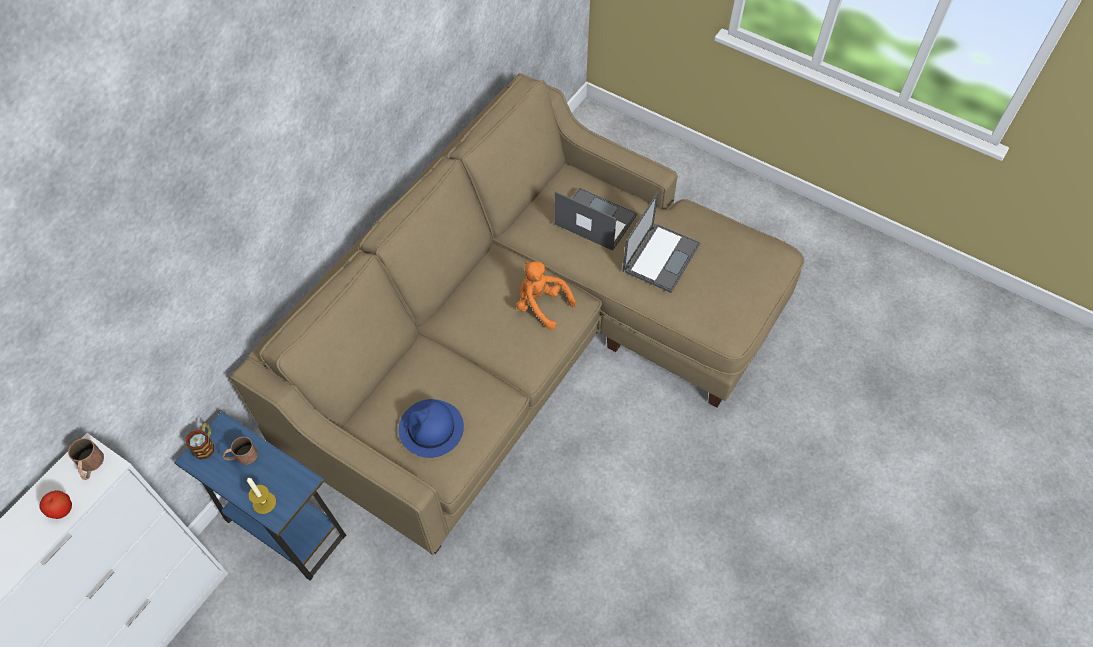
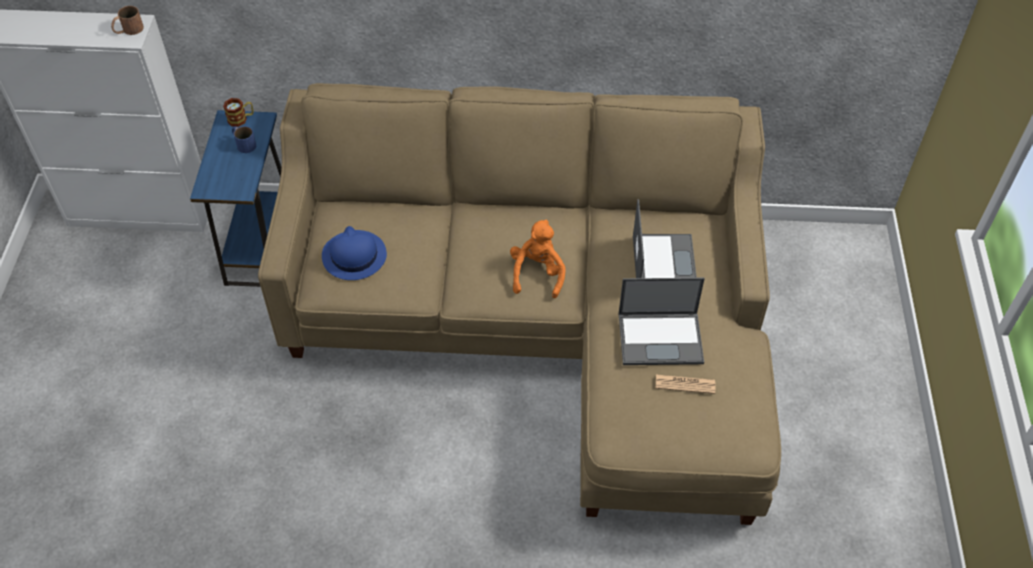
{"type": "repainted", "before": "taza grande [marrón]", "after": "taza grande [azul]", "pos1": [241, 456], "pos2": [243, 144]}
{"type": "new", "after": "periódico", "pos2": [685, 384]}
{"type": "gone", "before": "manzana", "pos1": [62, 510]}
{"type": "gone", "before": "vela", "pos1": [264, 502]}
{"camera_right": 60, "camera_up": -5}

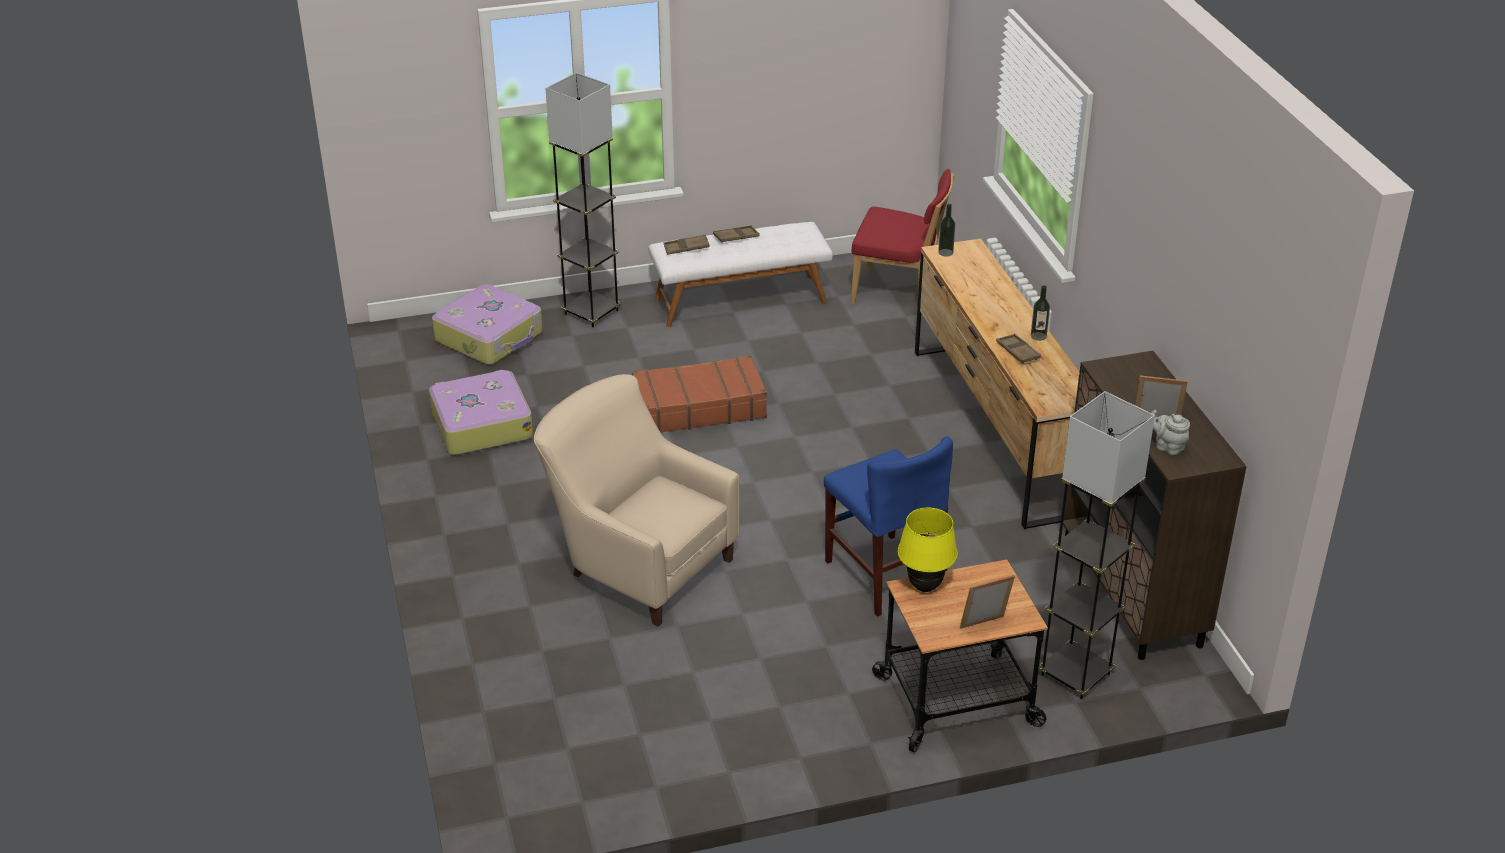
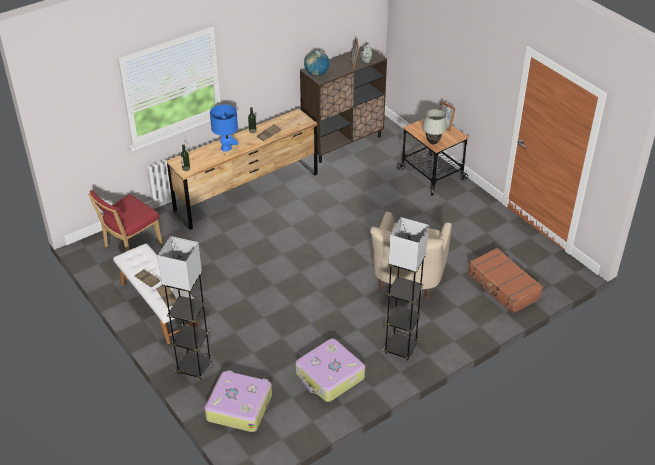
{"type": "rotated", "before": "silla [rojo]", "pos1": [899, 293], "pos2": [130, 246], "turn": -135}
{"type": "new", "after": "lámpara de mesa [azul]", "pos2": [226, 148]}
{"type": "new", "after": "globo terráqueo", "pos2": [316, 74]}
{"type": "shifted", "before": "lámpara de pie [gris]", "pos1": [1075, 674], "pos2": [400, 348]}
{"type": "repainted", "before": "lámpara de mesa [amarillo]", "after": "lámpara de mesa [blanco]", "pos1": [924, 587], "pos2": [433, 142]}
{"type": "shifted", "before": "maleta [marrón]", "pos1": [698, 407], "pos2": [503, 287]}
{"type": "gone", "before": "silla [azul]", "pos1": [885, 574]}
{"camera_right": -110, "camera_up": 5}

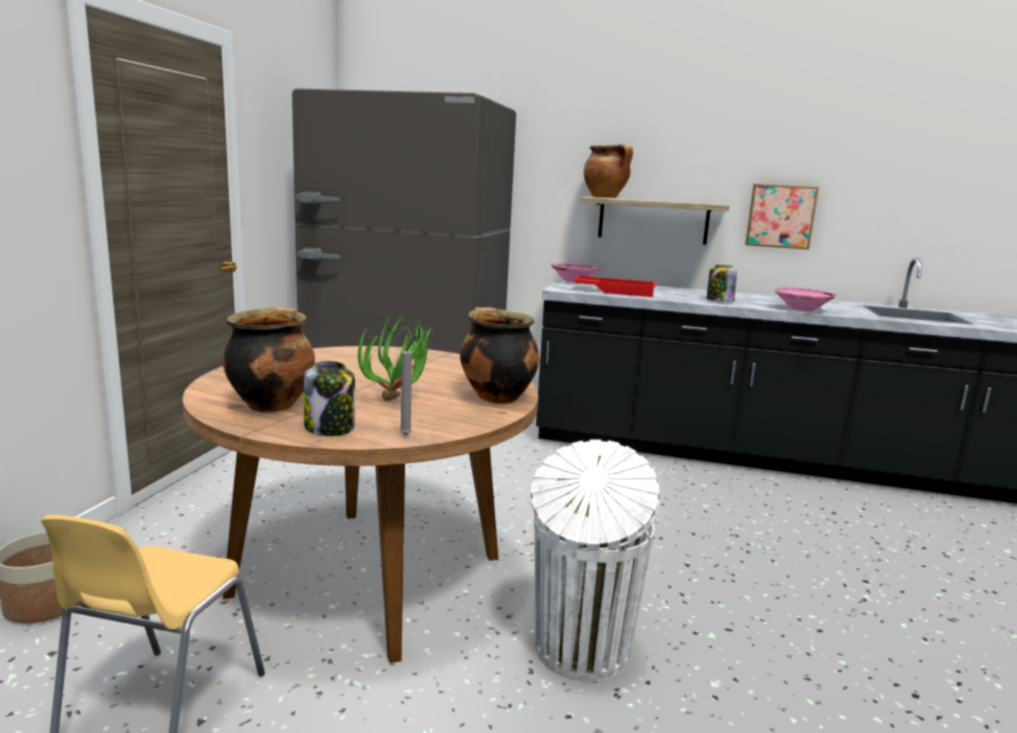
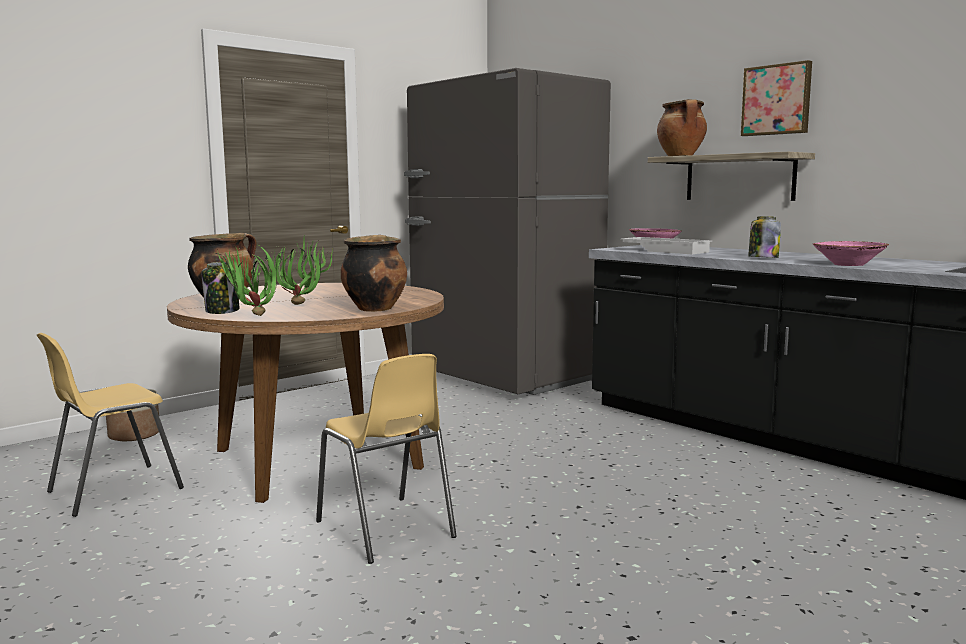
{"type": "swapped", "before": "vela [gris]", "after": "planta en maceta", "pos1": [405, 436], "pos2": [252, 317]}
{"type": "swapped", "before": "papelera [blanco]", "after": "silla [amarillo]", "pos1": [581, 651], "pos2": [386, 530]}
{"type": "repainted", "before": "bandeja [rojo]", "after": "bandeja [blanco]", "pos1": [615, 291], "pos2": [666, 251]}
{"type": "shifted", "before": "cuadro", "pos1": [780, 216], "pos2": [777, 100]}
{"camera_right": 35, "camera_up": -5}

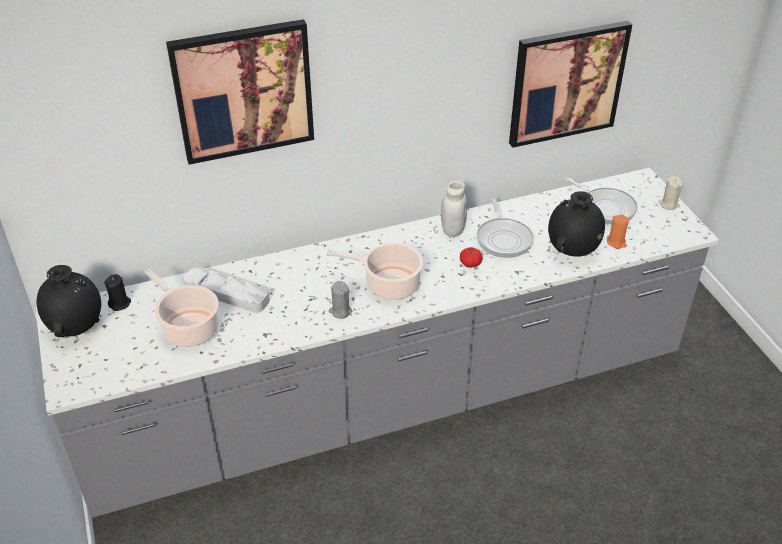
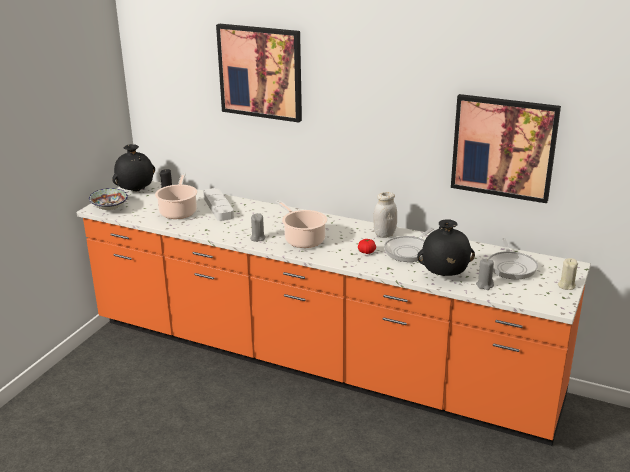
{"type": "repainted", "before": "mueble bajo de cocina [gris]", "after": "mueble bajo de cocina [naranja]", "pos1": [391, 403], "pos2": [316, 362]}
{"type": "new", "after": "cuenco", "pos2": [110, 208]}
{"type": "repainted", "before": "vela [naranja]", "after": "vela [gris]", "pos1": [616, 242], "pos2": [485, 285]}
{"camera_right": 45, "camera_up": -15}

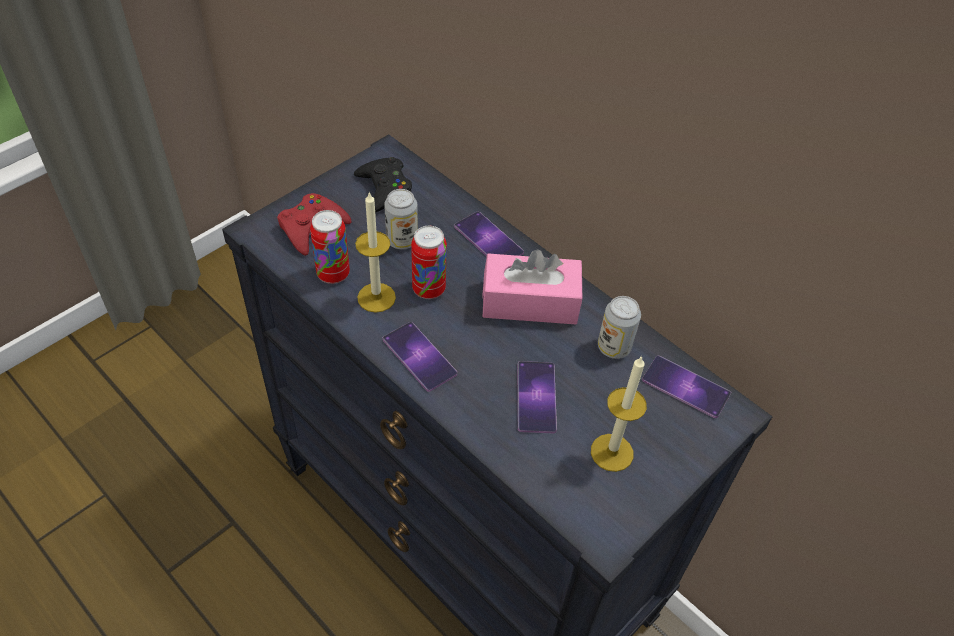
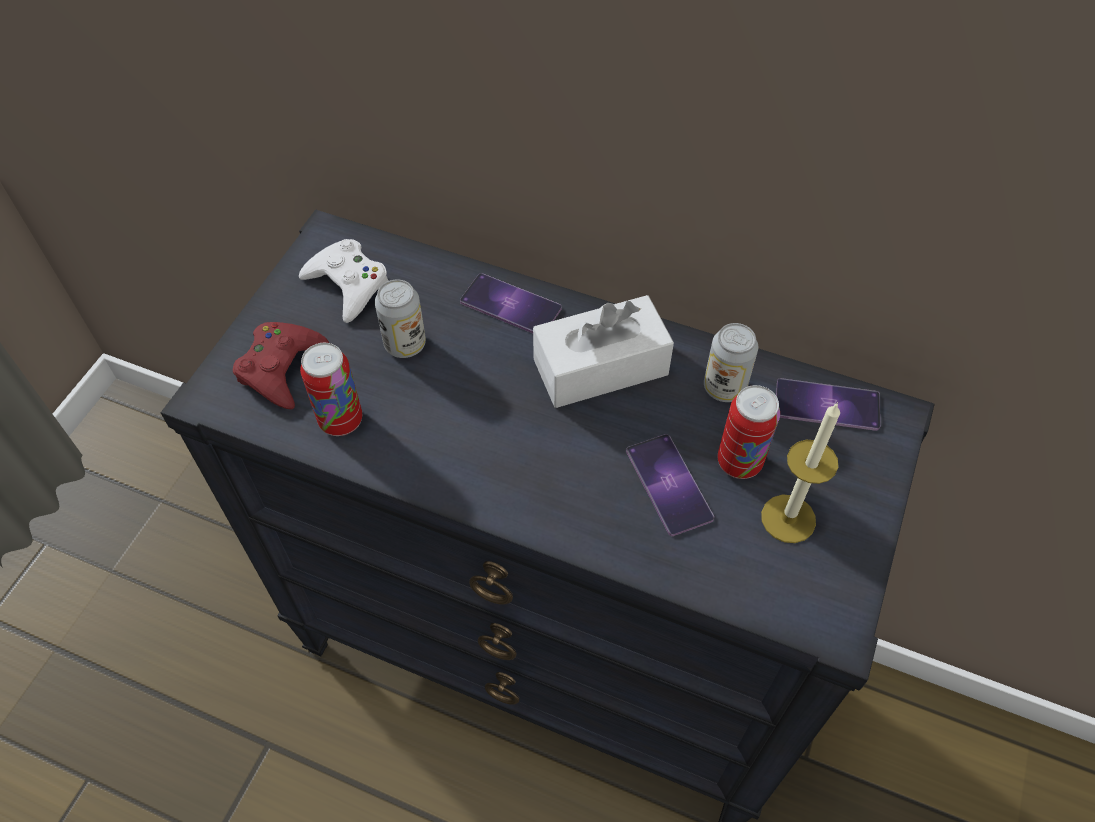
{"type": "repainted", "before": "mando de consola [negro]", "after": "mando de consola [blanco]", "pos1": [384, 189], "pos2": [348, 285]}
{"type": "repainted", "before": "caja de pañuelos [rosa]", "after": "caja de pañuelos [blanco]", "pos1": [530, 302], "pos2": [600, 367]}
{"type": "shifted", "before": "lata", "pos1": [429, 289], "pos2": [739, 462]}
{"type": "gone", "before": "vela", "pos1": [376, 297]}
{"type": "gone", "before": "móvil", "pos1": [419, 356]}
{"camera_right": -20, "camera_up": 5}

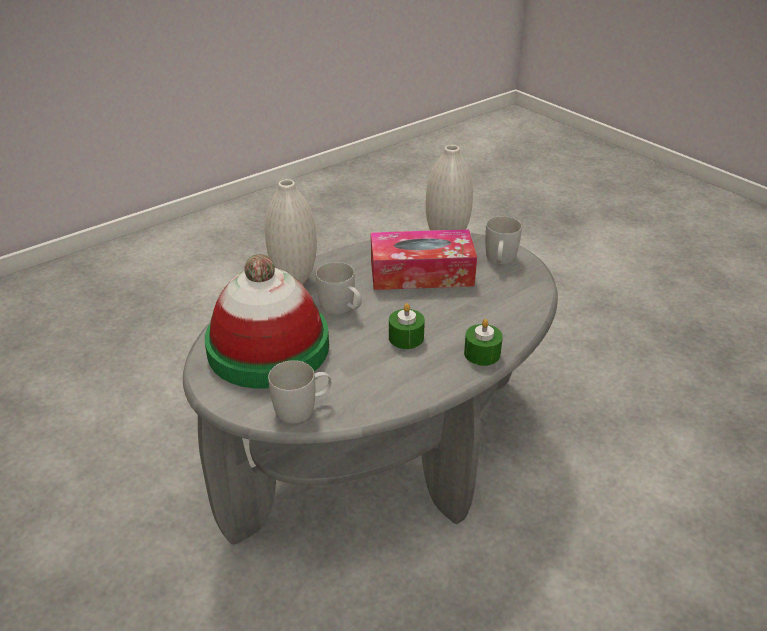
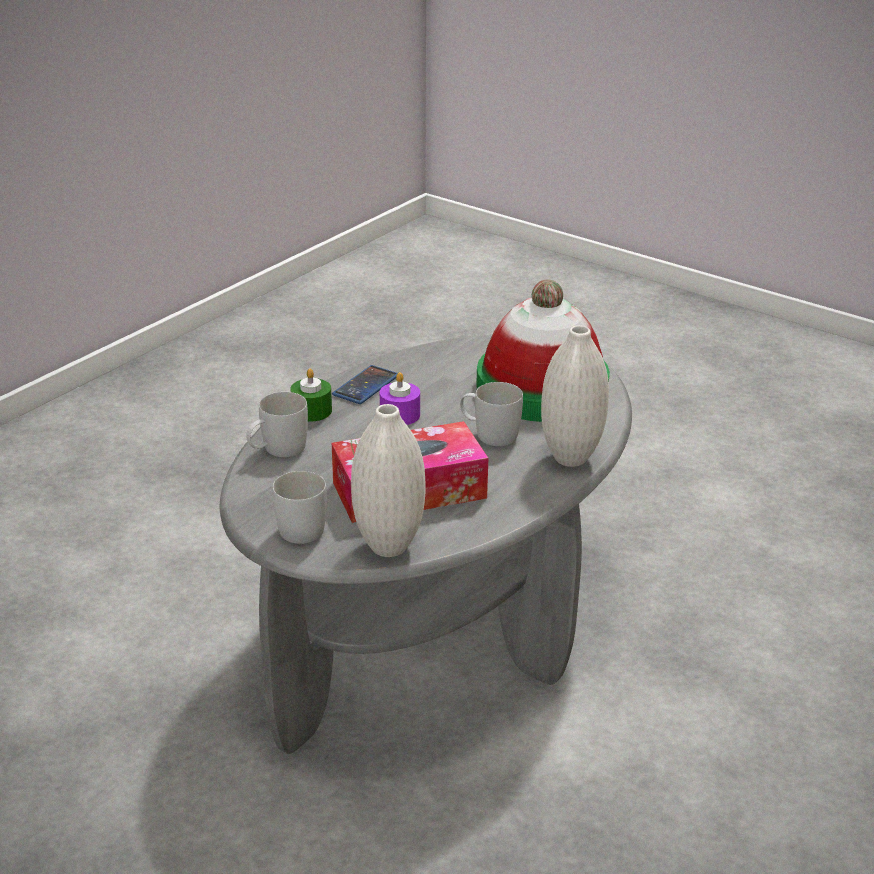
{"type": "shifted", "before": "taza grande [blanco]", "pos1": [303, 408], "pos2": [277, 450]}
{"type": "new", "after": "móvil", "pos2": [366, 385]}
{"type": "repainted", "before": "vela [verde]", "after": "vela [morado]", "pos1": [406, 338], "pos2": [400, 415]}
{"camera_right": 165, "camera_up": -5}

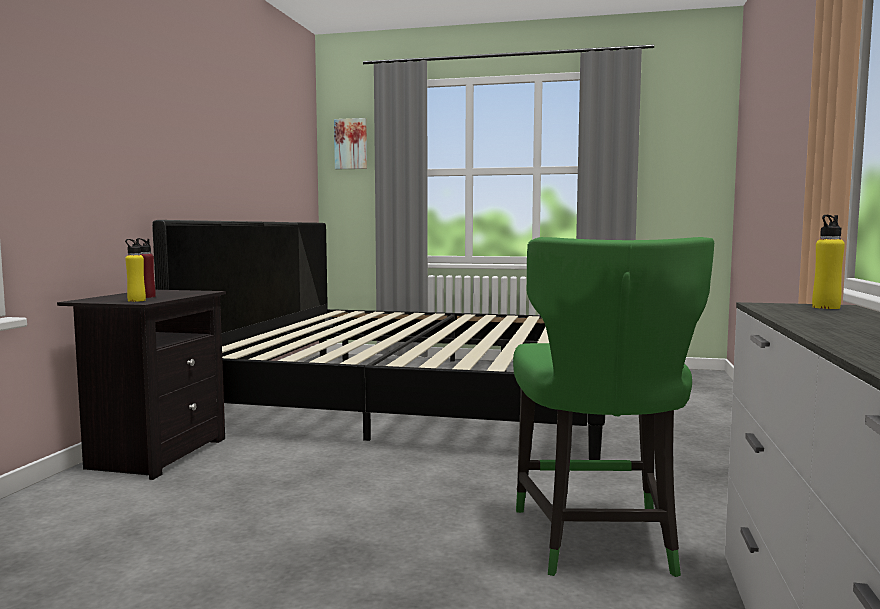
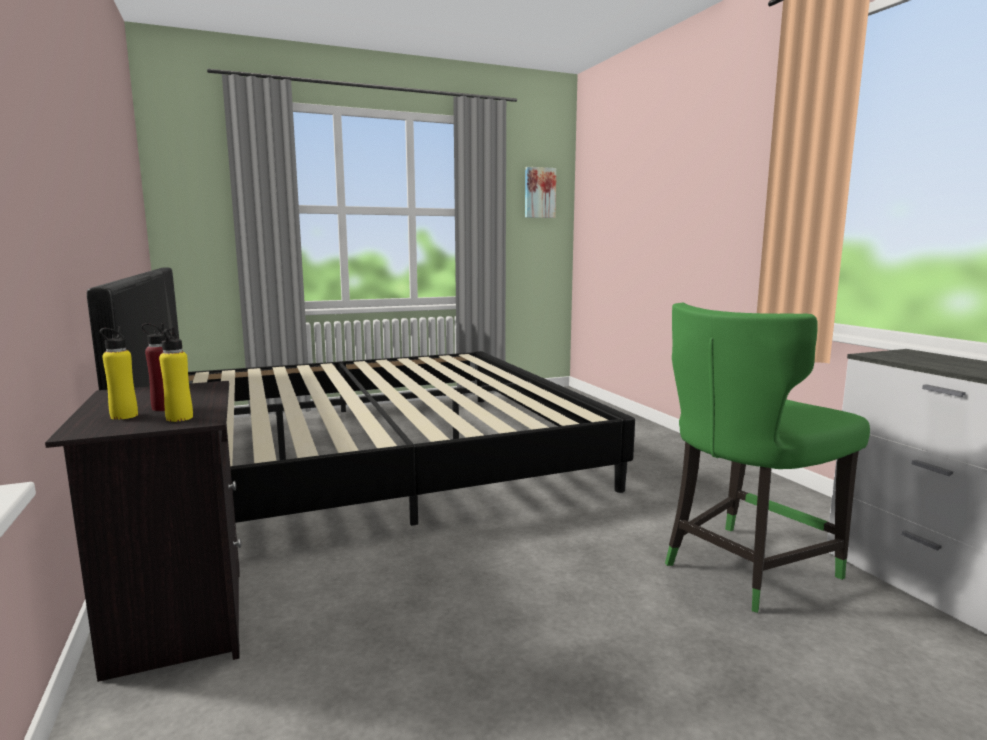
{"type": "shifted", "before": "botella [amarillo]", "pos1": [825, 307], "pos2": [124, 416]}
{"type": "shifted", "before": "cuadro", "pos1": [351, 144], "pos2": [539, 193]}
{"type": "rotated", "before": "silla [verde]", "pos1": [597, 542], "pos2": [744, 568], "turn": 90}
{"camera_right": -35, "camera_up": 5}

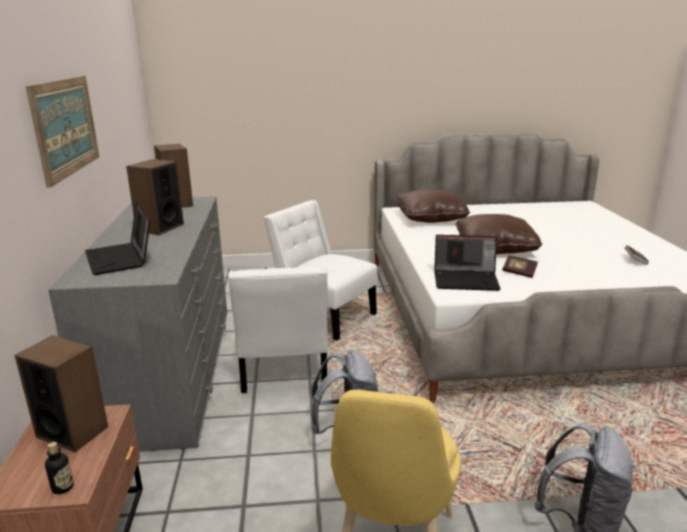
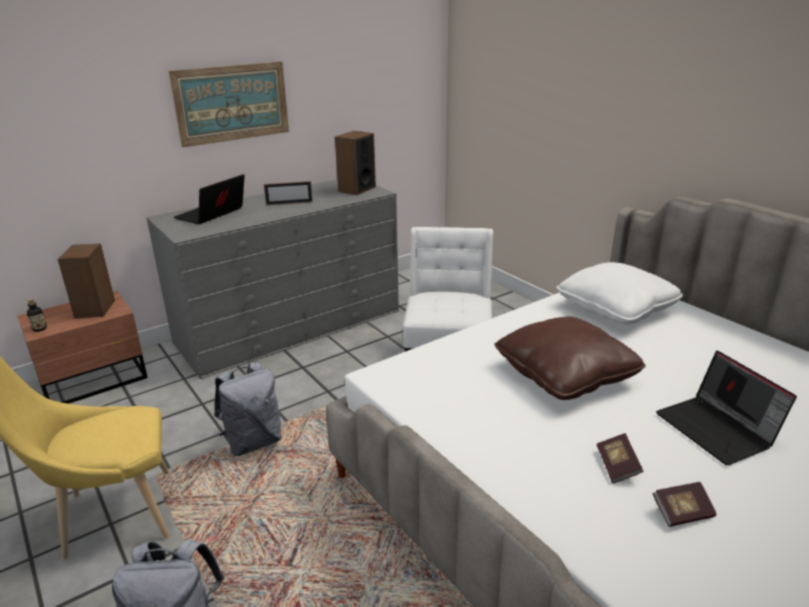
{"type": "swapped", "before": "altavoz", "after": "portarretratos", "pos1": [160, 228], "pos2": [289, 203]}
{"type": "repainted", "before": "cojín [marrón]", "after": "cojín [blanco]", "pos1": [430, 218], "pos2": [616, 308]}
{"type": "shifted", "before": "libro", "pos1": [519, 272], "pos2": [617, 466]}
{"type": "shifted", "before": "portátil", "pos1": [466, 280], "pos2": [718, 430]}
{"type": "gone", "before": "silla [blanco]", "pos1": [283, 371]}
{"camera_right": 60, "camera_up": 5}

